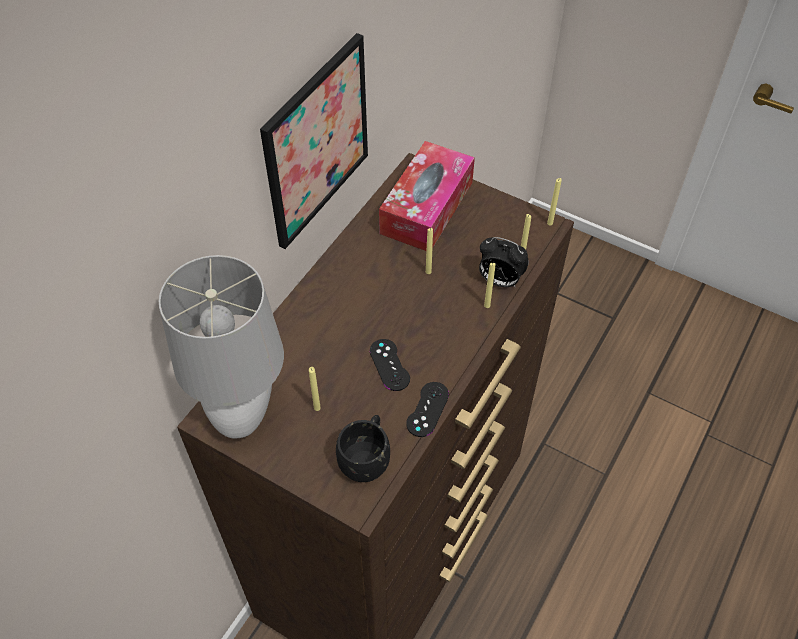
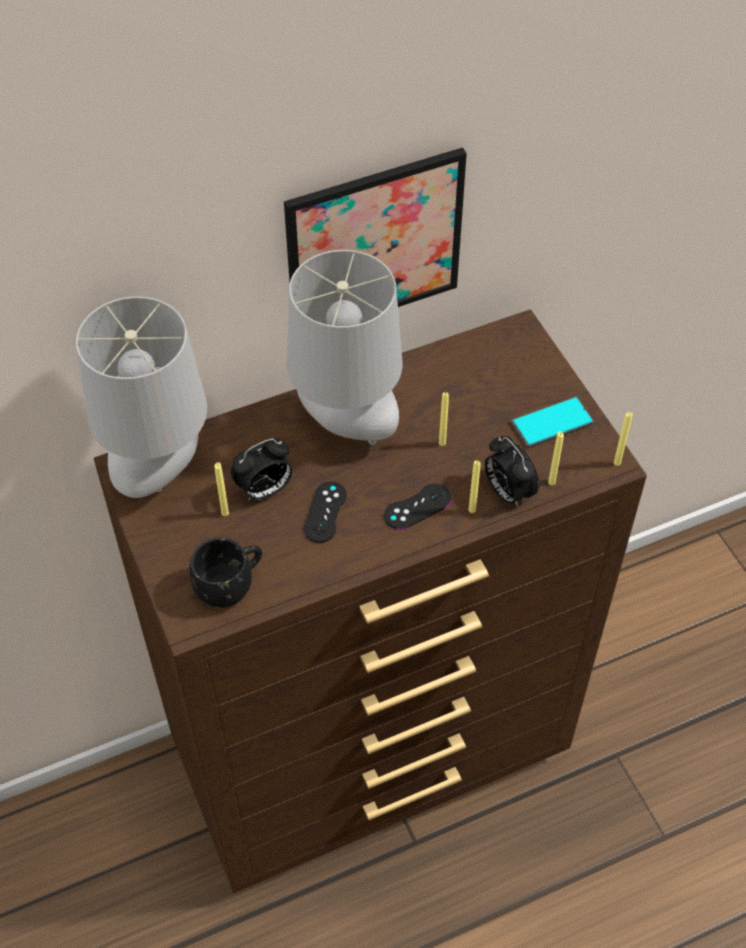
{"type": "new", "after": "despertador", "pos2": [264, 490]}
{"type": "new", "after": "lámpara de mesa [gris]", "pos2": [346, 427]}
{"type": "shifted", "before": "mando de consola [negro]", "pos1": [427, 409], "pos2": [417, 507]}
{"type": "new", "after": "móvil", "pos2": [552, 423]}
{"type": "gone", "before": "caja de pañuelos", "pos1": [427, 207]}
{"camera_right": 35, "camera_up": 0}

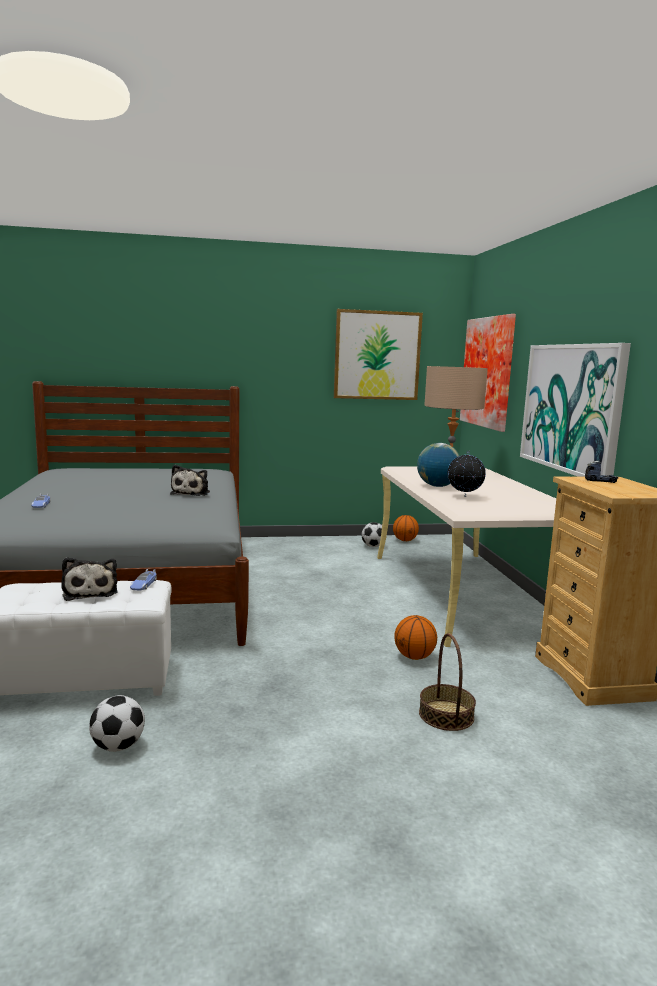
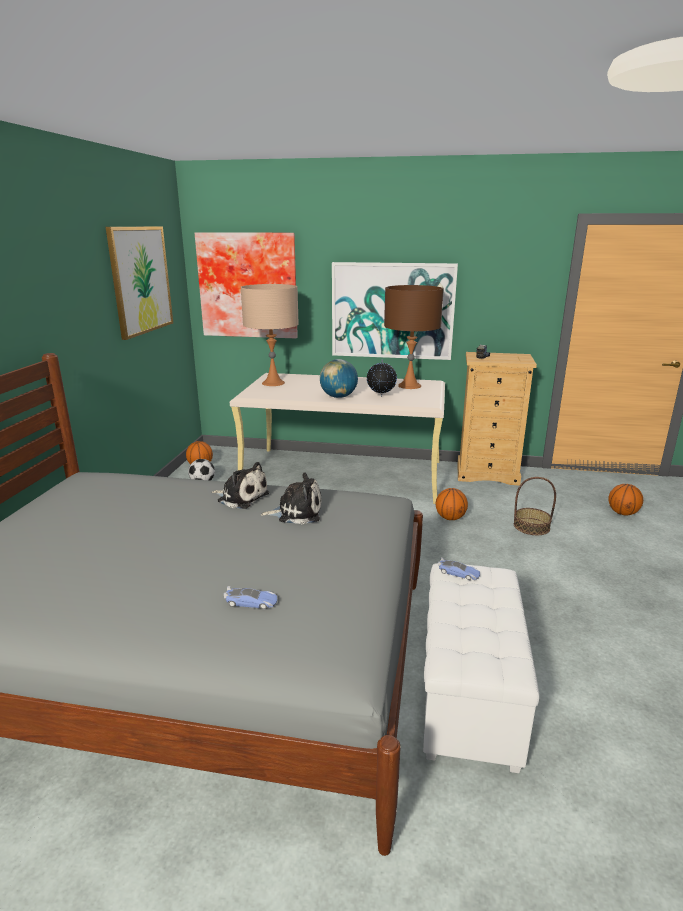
{"type": "shifted", "before": "peluche", "pos1": [90, 592], "pos2": [296, 512]}
{"type": "new", "after": "lámpara de mesa [marrón]", "pos2": [409, 386]}
{"type": "new", "after": "balón de baloncesto", "pos2": [622, 513]}
{"type": "gone", "before": "balón de fútbol", "pos1": [118, 746]}
{"camera_right": -70, "camera_up": 10}

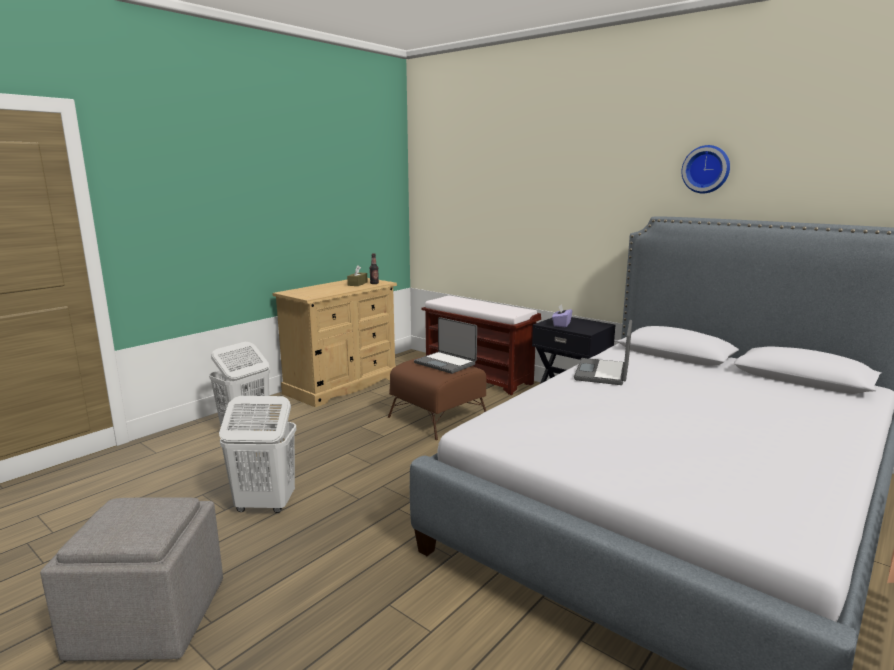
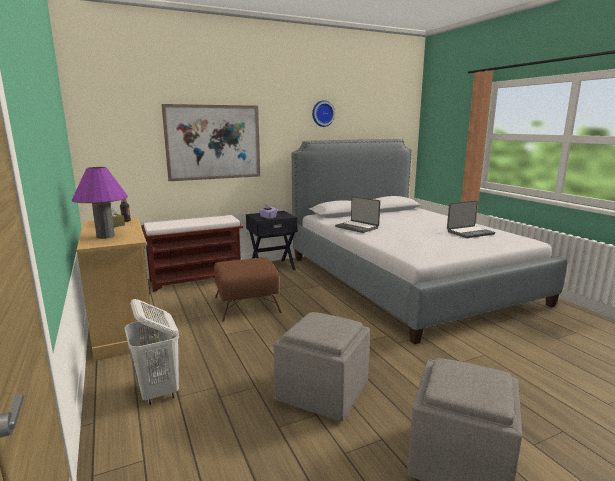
{"type": "new", "after": "lámpara de mesa [morado]", "pos2": [105, 236]}
{"type": "new", "after": "cuadro", "pos2": [214, 142]}
{"type": "swapped", "before": "cesto de la ropa [blanco]", "after": "puf [gris]", "pos1": [264, 505], "pos2": [323, 393]}
{"type": "shifted", "before": "portátil", "pos1": [446, 363], "pos2": [469, 233]}
{"camera_right": -65, "camera_up": 0}

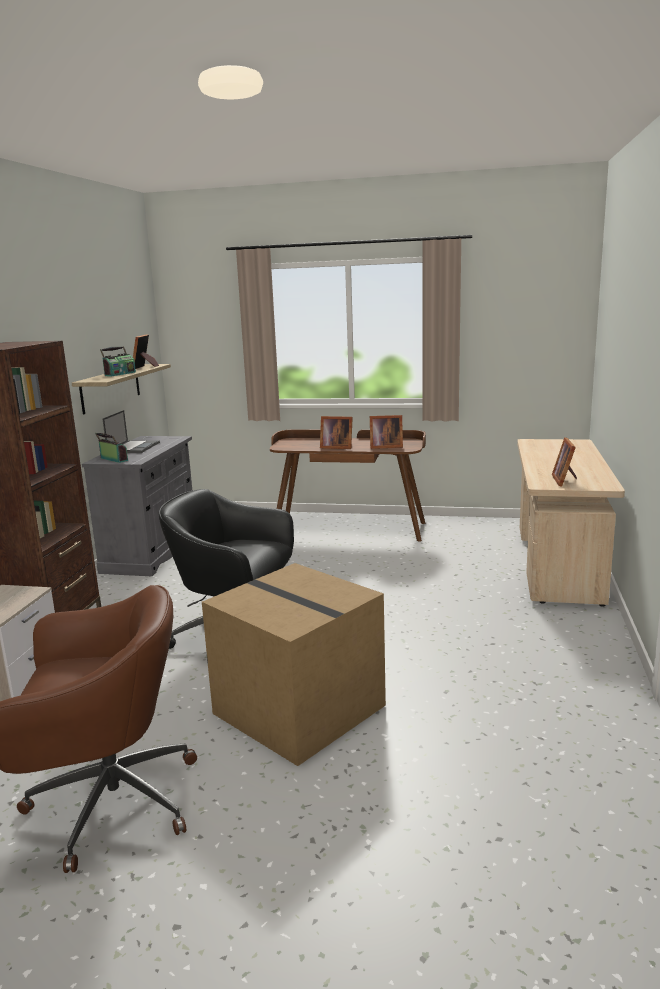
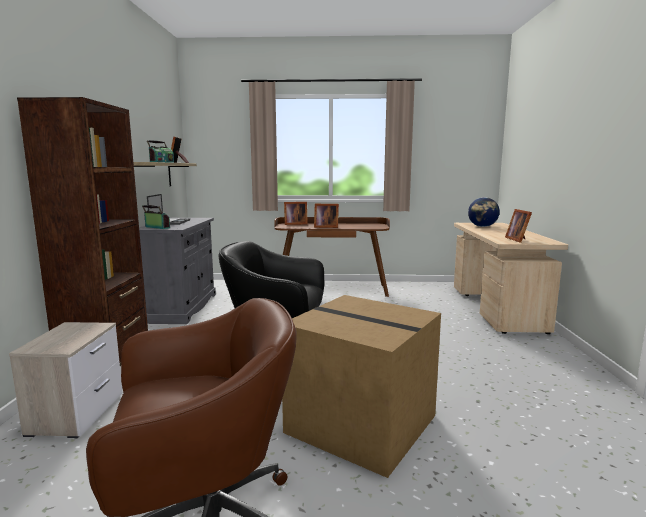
{"type": "shifted", "before": "portarretratos", "pos1": [384, 446], "pos2": [294, 224]}
{"type": "new", "after": "globo terráqueo", "pos2": [482, 226]}
{"camera_right": -10, "camera_up": -5}

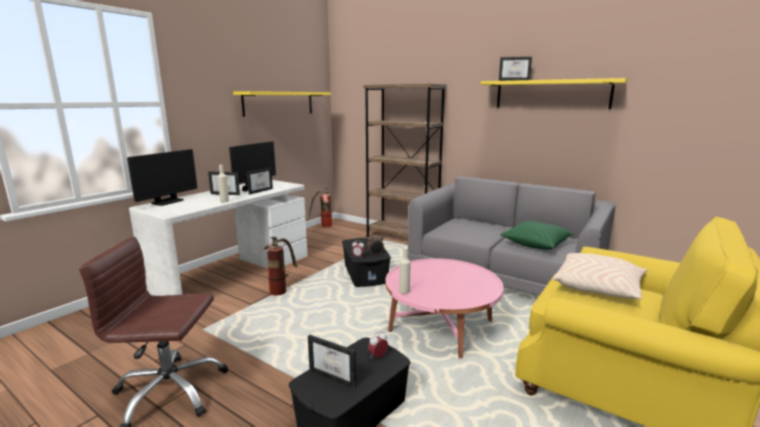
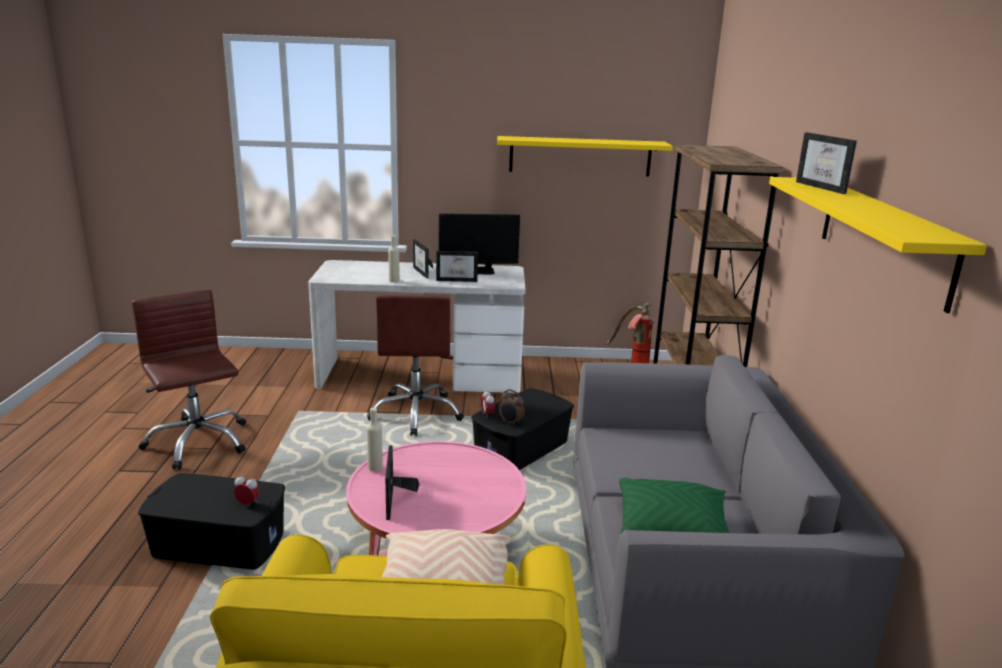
{"type": "swapped", "before": "extintor", "after": "silla de oficina [marrón]", "pos1": [281, 289], "pos2": [416, 413]}
{"type": "shifted", "before": "portarretratos", "pos1": [336, 375], "pos2": [396, 502]}
{"type": "gone", "before": "monitor", "pos1": [167, 202]}
{"camera_right": 55, "camera_up": 5}

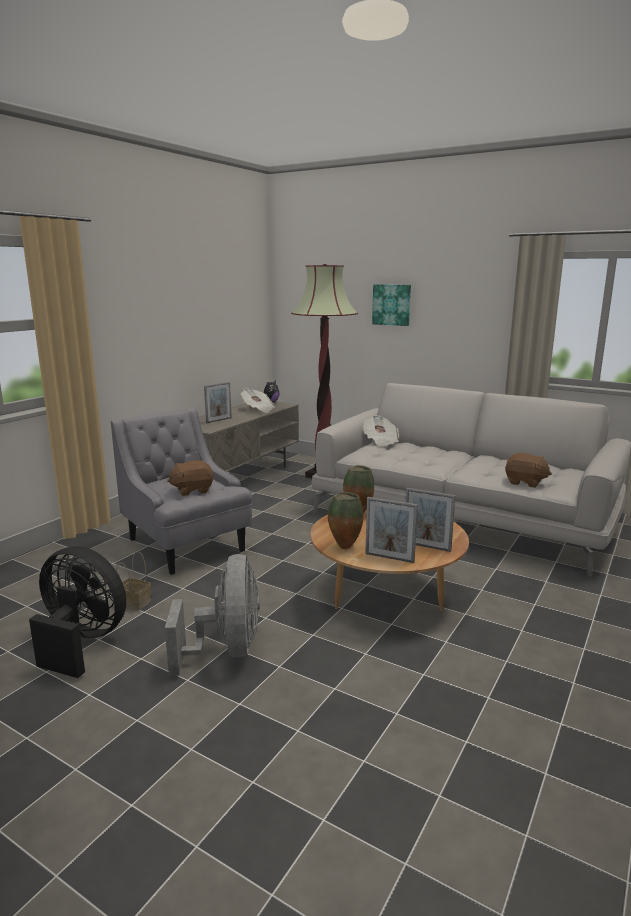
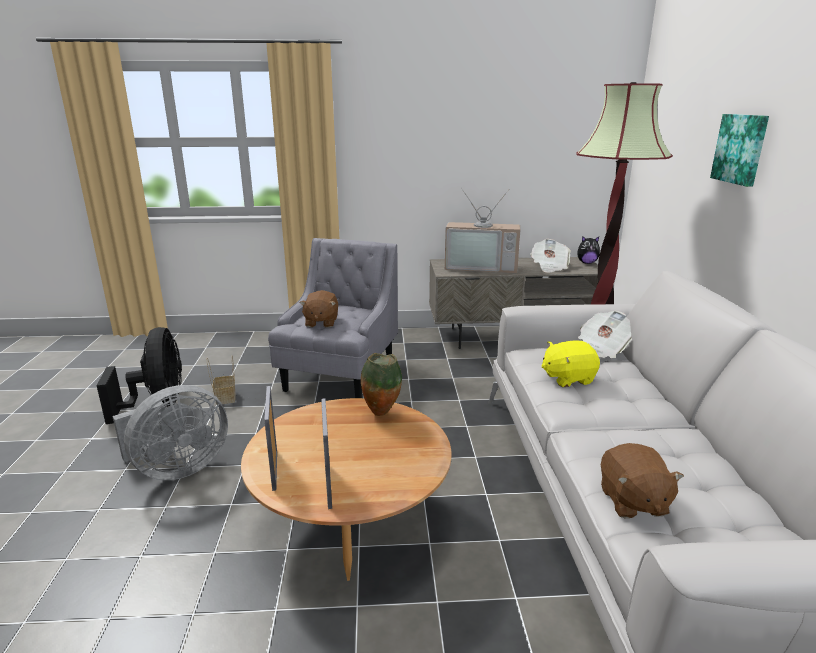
{"type": "rotated", "before": "peluche [marrón]", "pos1": [192, 490], "pos2": [321, 322], "turn": -120}
{"type": "swapped", "before": "portarretratos", "after": "televisor", "pos1": [219, 420], "pos2": [481, 266]}
{"type": "new", "after": "peluche [amarillo]", "pos2": [567, 378]}
{"type": "gone", "before": "florero", "pos1": [344, 546]}
{"camera_right": 55, "camera_up": 5}

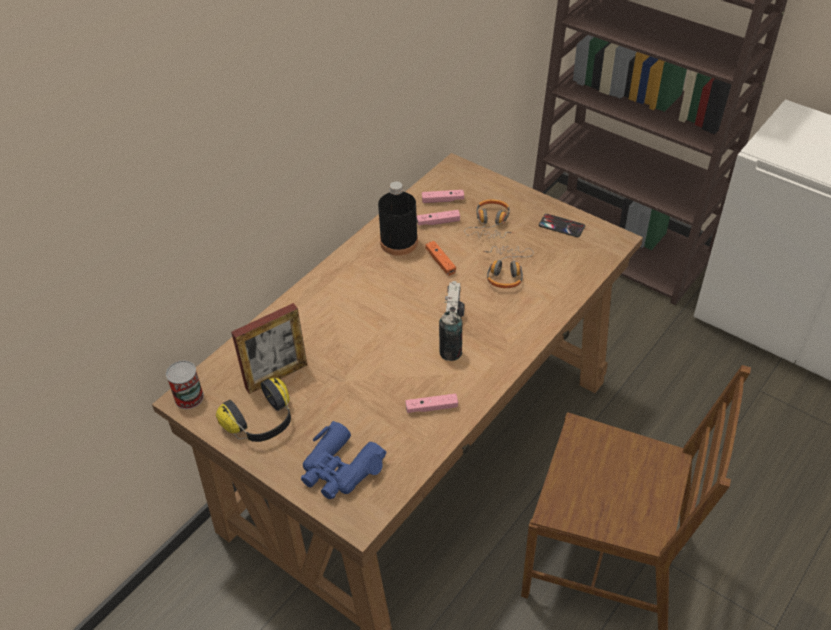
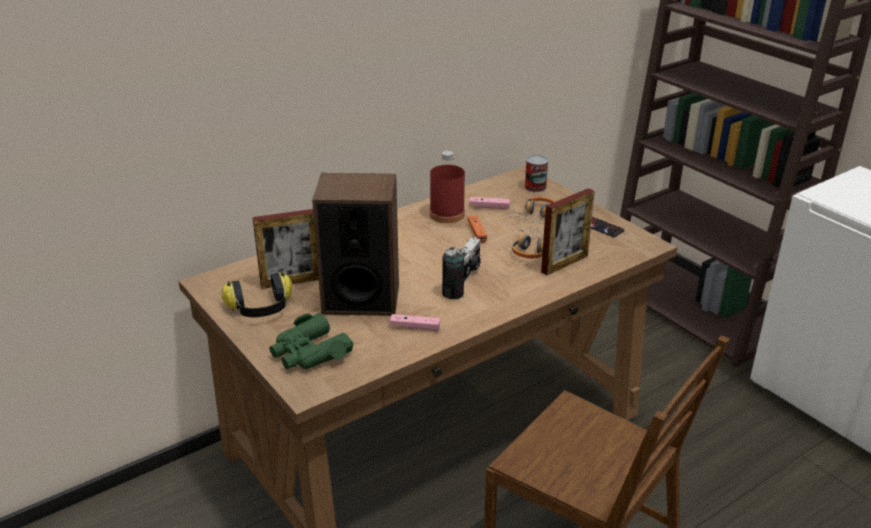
{"type": "repainted", "before": "prismáticos [azul]", "after": "prismáticos [verde]", "pos1": [340, 469], "pos2": [309, 353]}
{"type": "new", "after": "altavoz", "pos2": [361, 298]}
{"type": "repainted", "before": "botella [negro]", "after": "botella [rojo]", "pos1": [399, 242], "pos2": [447, 214]}
{"type": "shifted", "before": "lata", "pos1": [189, 397], "pos2": [535, 187]}
{"type": "new", "after": "portarretratos", "pos2": [564, 264]}
{"type": "gone", "before": "mando de consola [rosa]", "pos1": [443, 200]}
{"camera_right": 15, "camera_up": -15}

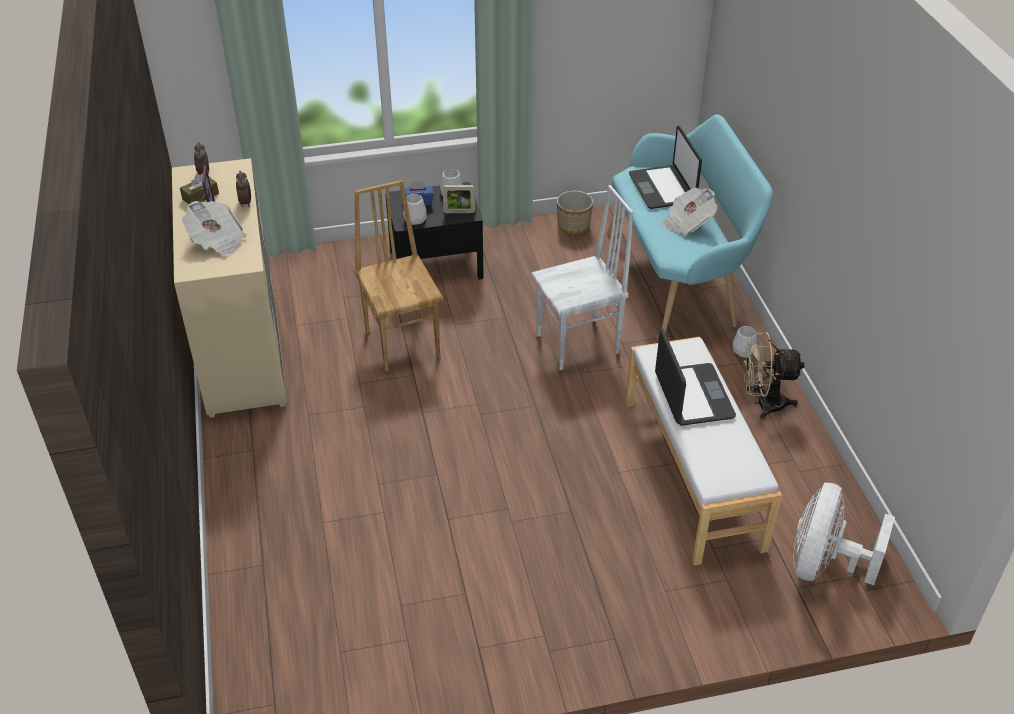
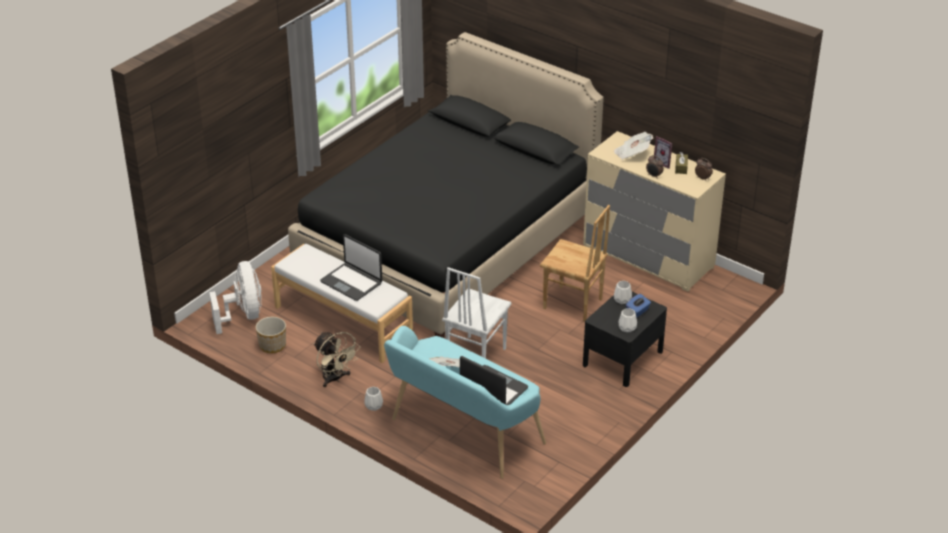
{"type": "shifted", "before": "maceta", "pos1": [574, 226], "pos2": [272, 346]}
{"type": "new", "after": "cama [negro]", "pos2": [447, 242]}
{"type": "rotated", "before": "ventilador [beis]", "pos1": [763, 403], "pos2": [335, 379], "turn": 90}
{"type": "gone", "before": "portarretratos", "pos1": [459, 212]}
{"camera_right": 140, "camera_up": -5}

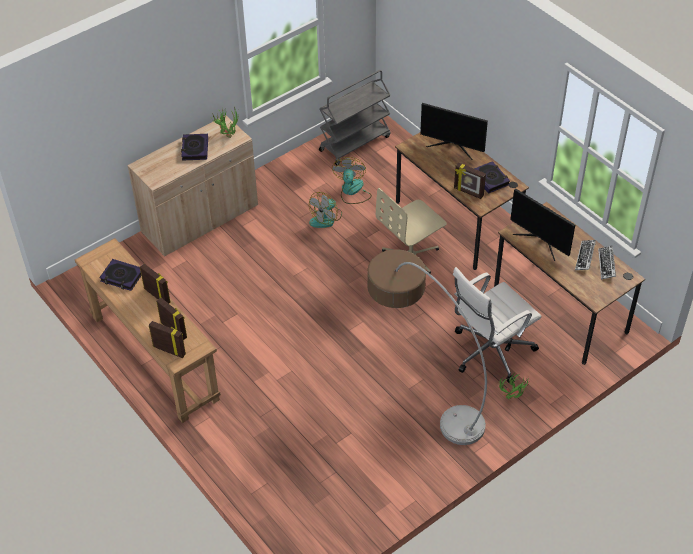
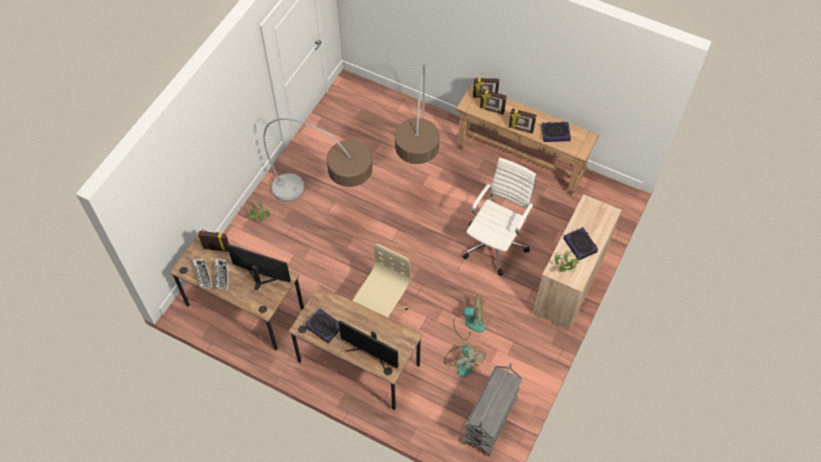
{"type": "shifted", "before": "portarretratos", "pos1": [468, 192], "pos2": [217, 248]}
{"type": "rotated", "before": "monitor", "pos1": [453, 146], "pos2": [371, 353], "turn": -150}
{"type": "new", "after": "lámpara de pie", "pos2": [419, 171]}
{"type": "rotated", "before": "ventilador", "pos1": [326, 218], "pos2": [469, 323], "turn": 75}
{"type": "shifted", "before": "silla de oficina [blanco]", "pos1": [490, 352], "pos2": [496, 243]}
{"camera_right": 155, "camera_up": 10}

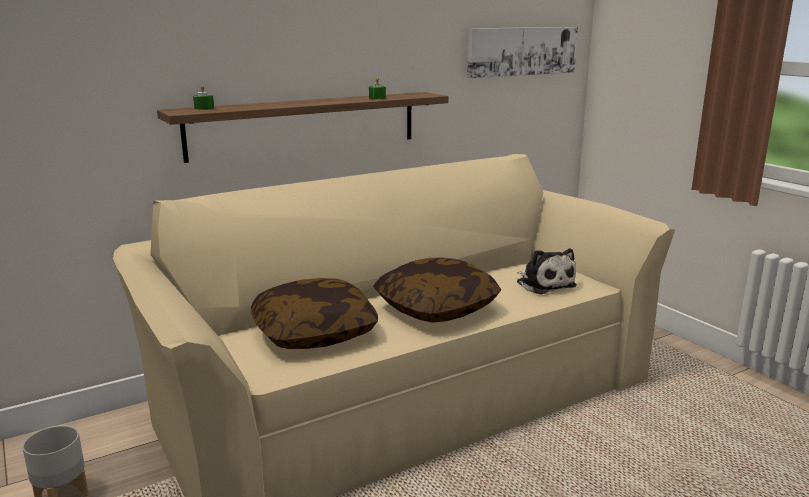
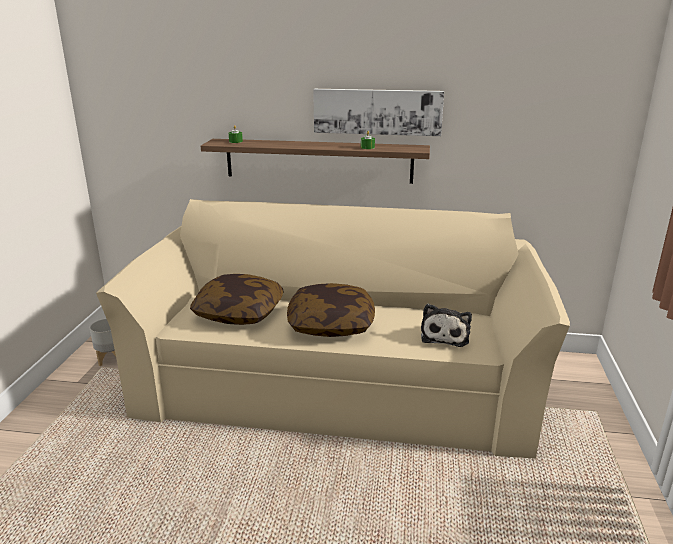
{"type": "shifted", "before": "cuadro", "pos1": [522, 51], "pos2": [377, 111]}
{"camera_right": 40, "camera_up": 5}

